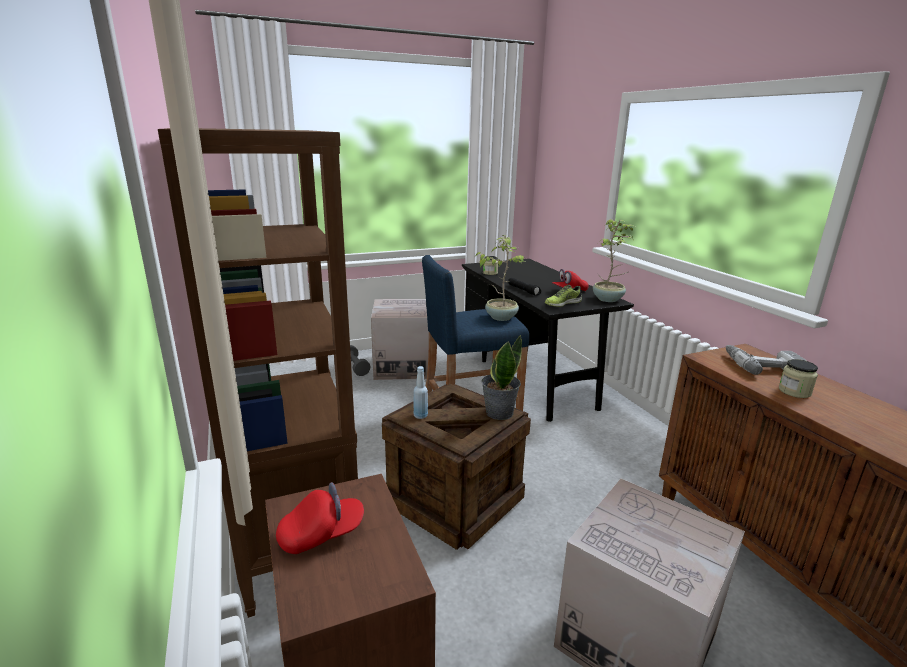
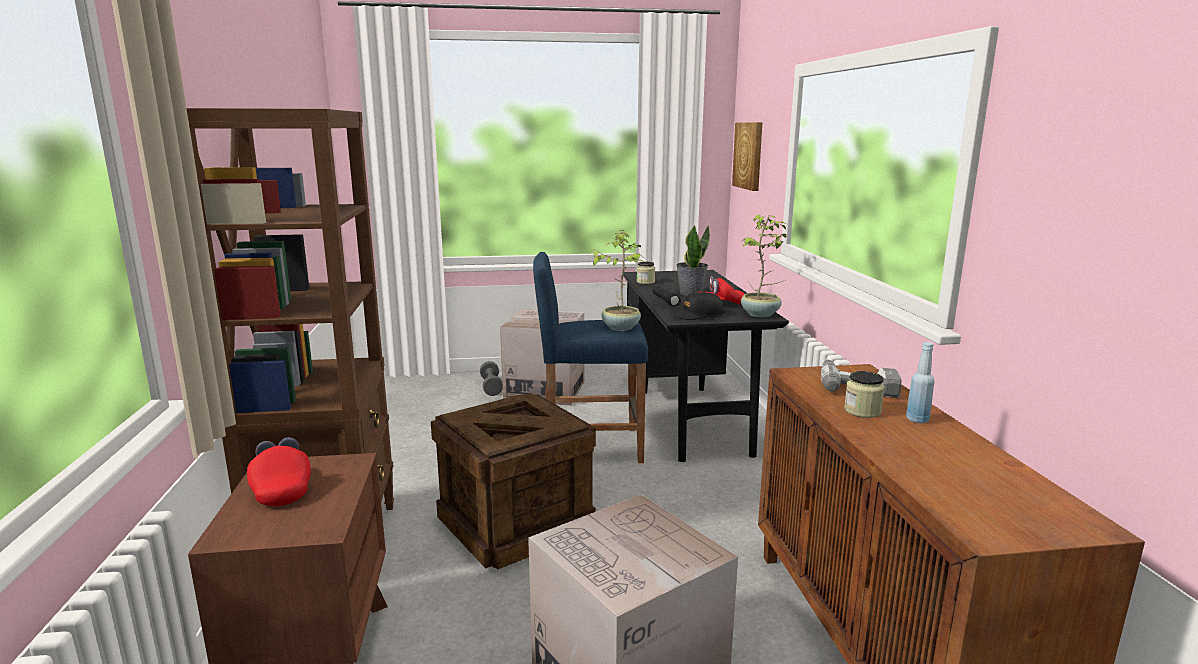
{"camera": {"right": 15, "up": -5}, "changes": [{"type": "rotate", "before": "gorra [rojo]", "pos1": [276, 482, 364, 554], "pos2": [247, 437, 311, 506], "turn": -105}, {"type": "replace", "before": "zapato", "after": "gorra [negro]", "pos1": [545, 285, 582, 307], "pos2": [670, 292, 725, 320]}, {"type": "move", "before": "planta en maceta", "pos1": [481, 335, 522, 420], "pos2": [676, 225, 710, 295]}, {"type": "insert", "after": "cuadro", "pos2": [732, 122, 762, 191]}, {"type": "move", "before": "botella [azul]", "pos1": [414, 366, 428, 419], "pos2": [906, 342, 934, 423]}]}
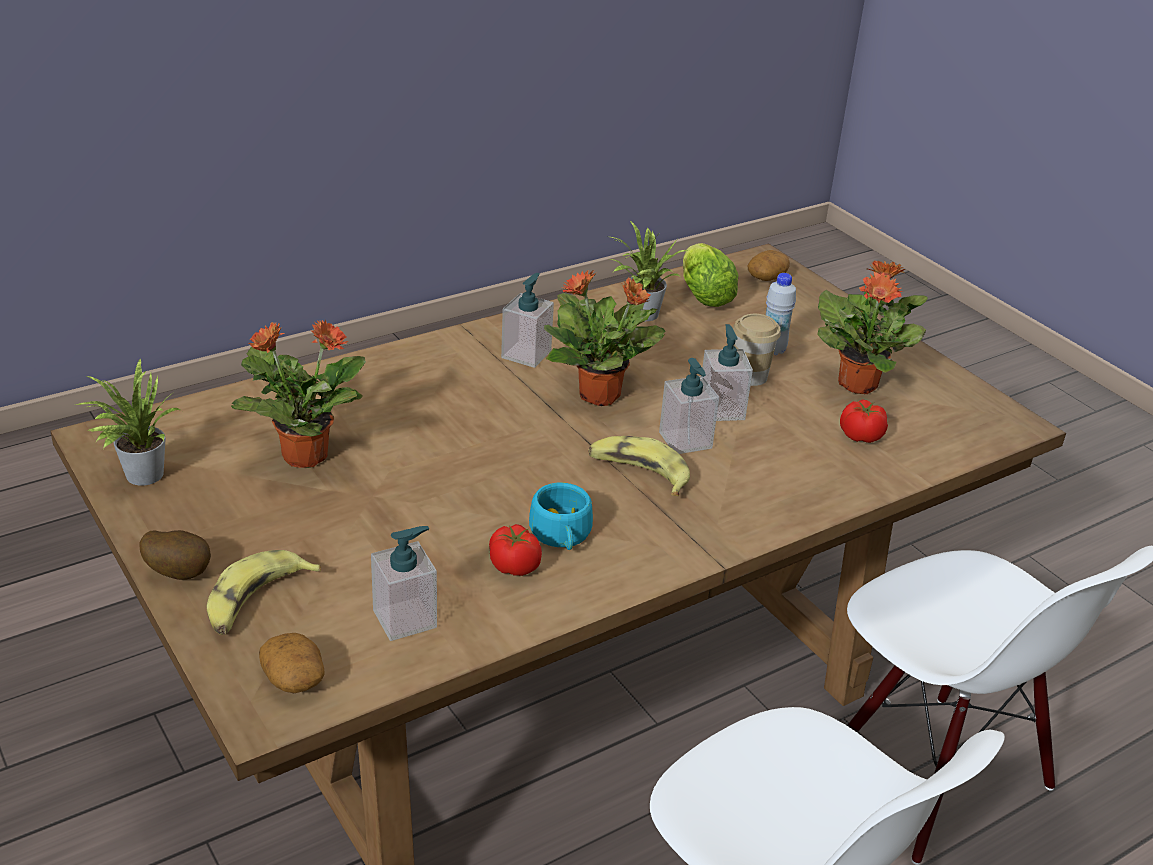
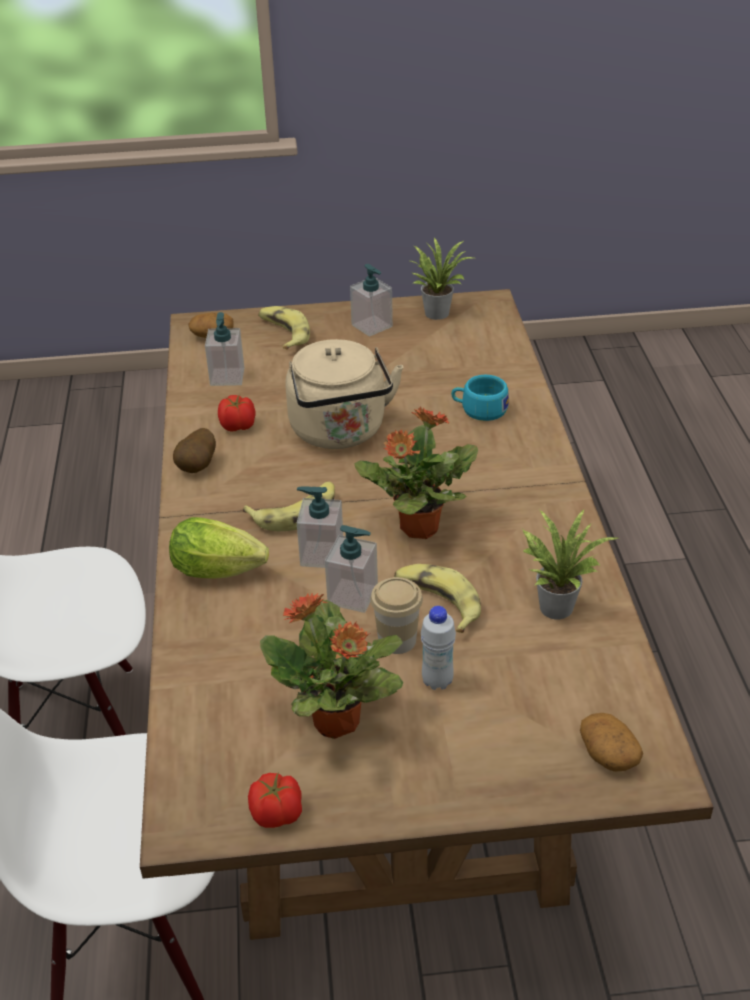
{"camera": {"right": 120, "up": 5}, "changes": [{"type": "move", "before": "lechuga", "pos1": [683, 243, 738, 307], "pos2": [169, 517, 269, 579]}, {"type": "move", "before": "patata", "pos1": [139, 530, 211, 580], "pos2": [173, 428, 216, 473]}, {"type": "move", "before": "tomate", "pos1": [840, 399, 888, 443], "pos2": [248, 772, 302, 828]}, {"type": "insert", "after": "hervidor [beis]", "pos2": [285, 339, 404, 449]}, {"type": "move", "before": "dispensador de jabón", "pos1": [501, 273, 554, 368], "pos2": [350, 264, 393, 337]}, {"type": "insert", "after": "plátano", "pos2": [394, 564, 481, 633]}, {"type": "move", "before": "taza [turquesa]", "pos1": [529, 483, 593, 550], "pos2": [451, 375, 509, 421]}, {"type": "delete", "before": "planta en maceta", "pos1": [231, 319, 366, 468]}]}
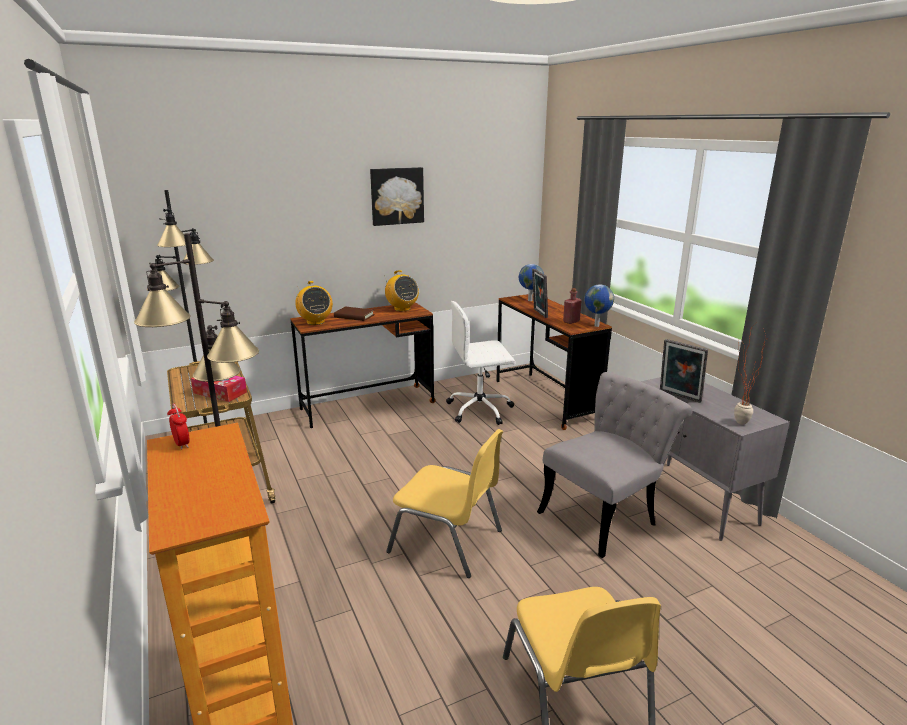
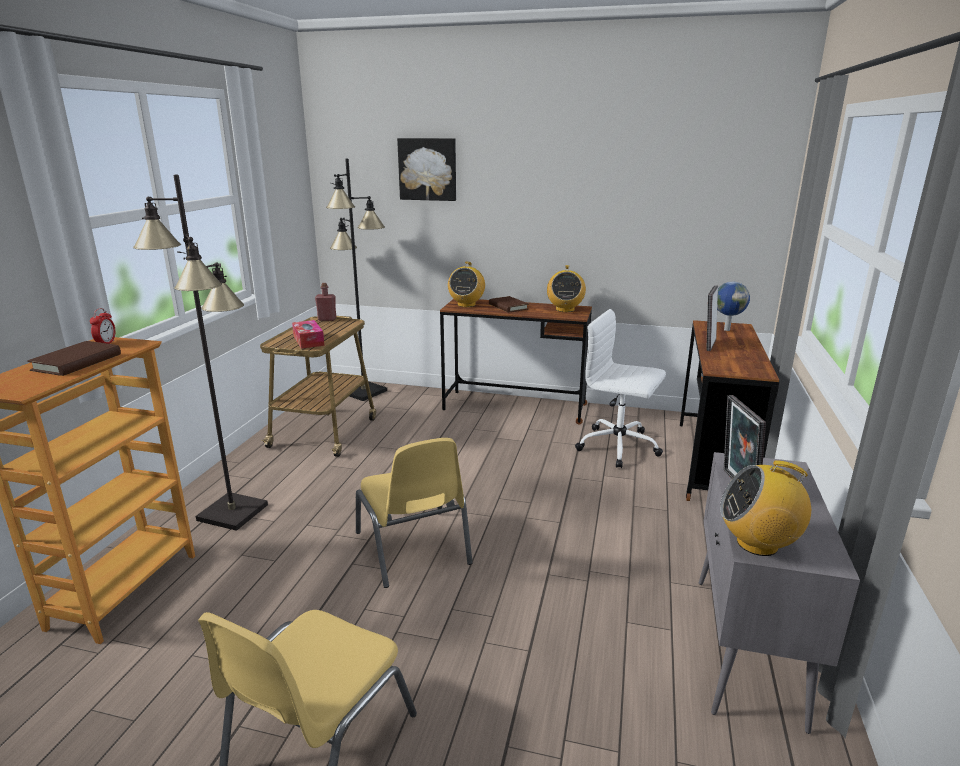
{"camera": {"right": 40, "up": 0}, "changes": [{"type": "insert", "after": "libro [marrón]", "pos2": [27, 341, 121, 376]}, {"type": "move", "before": "botella [rojo]", "pos1": [563, 288, 582, 324], "pos2": [315, 283, 336, 321]}, {"type": "move", "before": "cuadro", "pos1": [370, 167, 424, 226], "pos2": [397, 138, 456, 201]}, {"type": "replace", "before": "planta en maceta", "after": "radio", "pos1": [734, 325, 768, 425], "pos2": [720, 460, 811, 556]}, {"type": "delete", "before": "silla [gris]", "pos1": [537, 372, 693, 558]}, {"type": "delete", "before": "globo terráqueo", "pos1": [584, 284, 614, 327]}]}
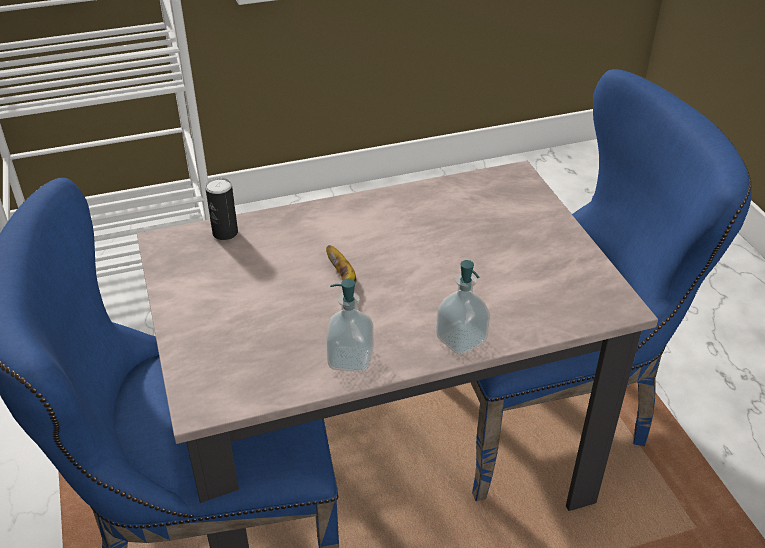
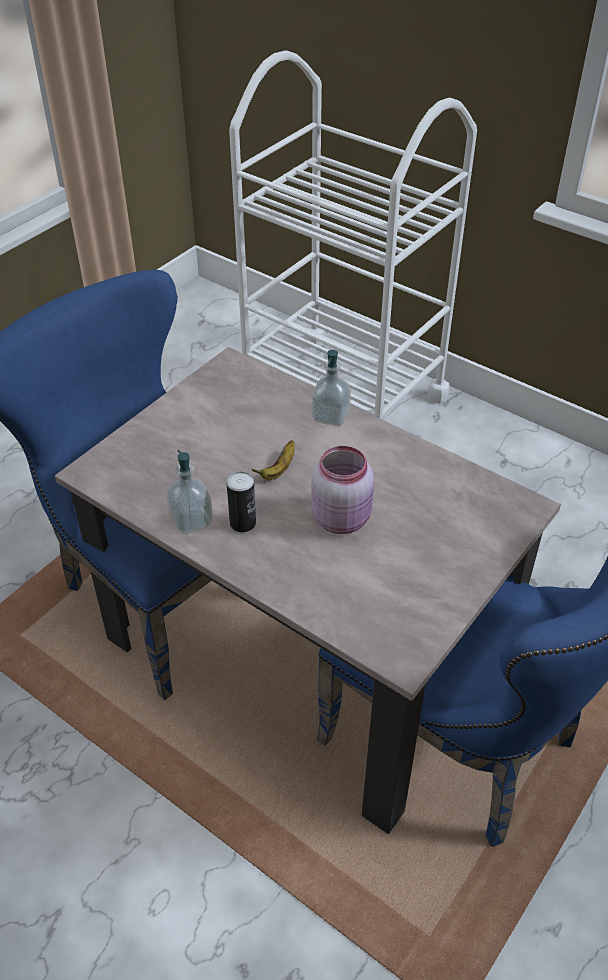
{"camera": {"right": 55, "up": 5}, "changes": [{"type": "move", "before": "lata", "pos1": [205, 178, 238, 240], "pos2": [226, 471, 256, 532]}, {"type": "insert", "after": "tarro [rosa]", "pos2": [311, 446, 374, 534]}, {"type": "move", "before": "dispensador de jabón", "pos1": [436, 260, 490, 355], "pos2": [312, 350, 351, 426]}]}
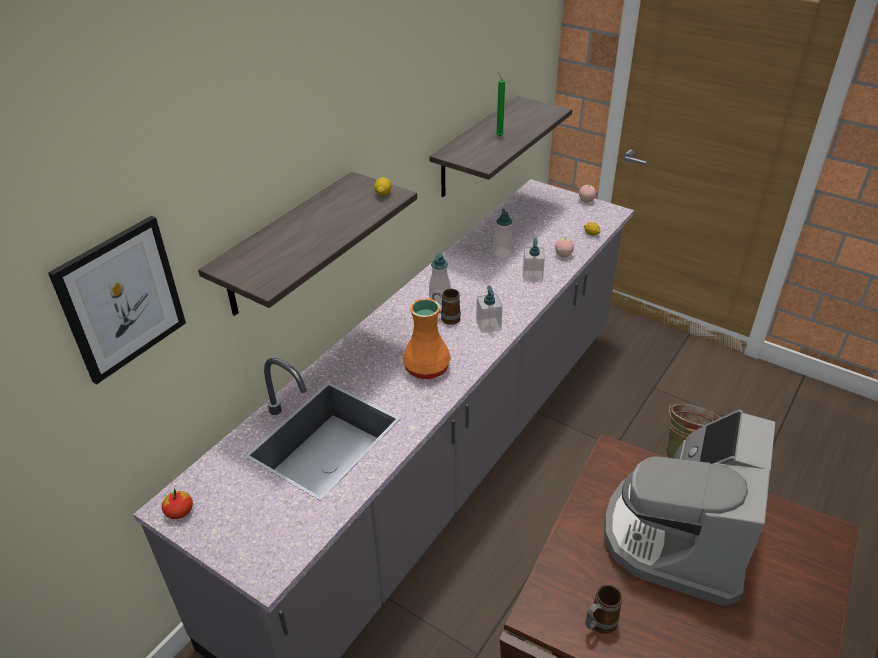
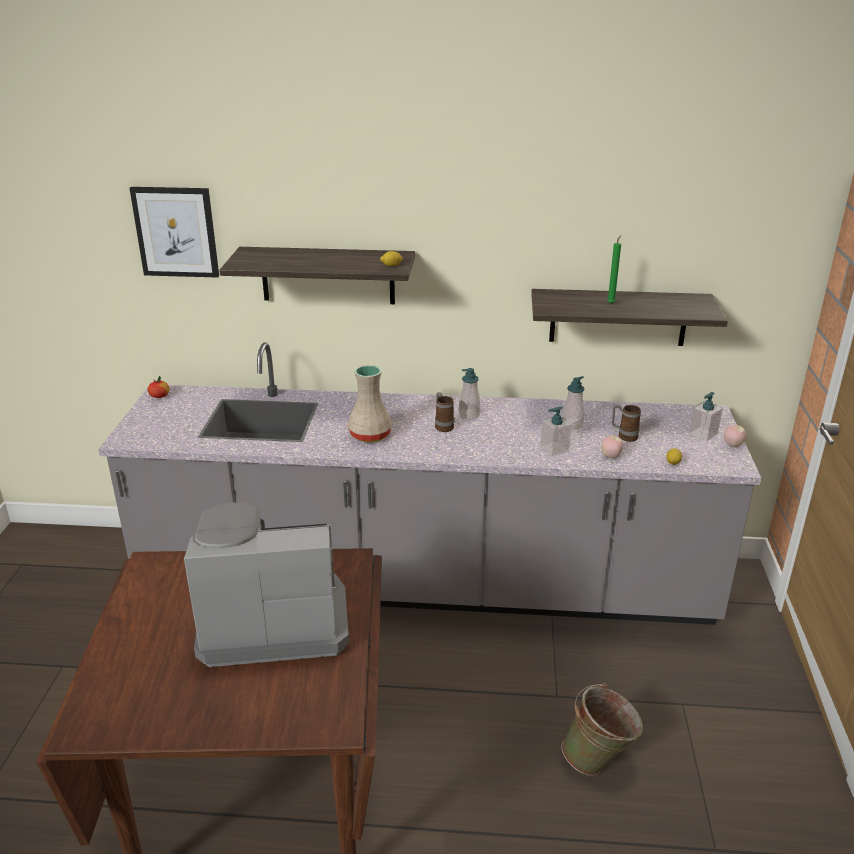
{"camera": {"right": 60, "up": -10}, "changes": [{"type": "recolor", "before": "florero [naranja]", "after": "florero [beis]", "pos1": [403, 298, 451, 379], "pos2": [347, 365, 392, 443]}, {"type": "move", "before": "taza grande", "pos1": [585, 585, 622, 634], "pos2": [612, 405, 641, 442]}, {"type": "move", "before": "dispensador de jabón", "pos1": [476, 286, 503, 333], "pos2": [689, 392, 723, 441]}]}
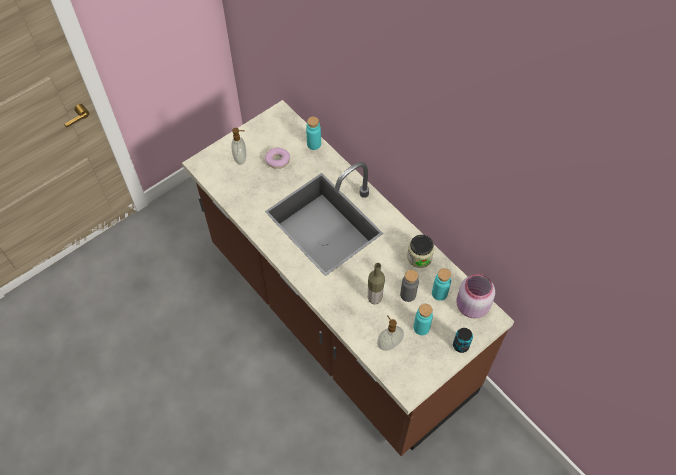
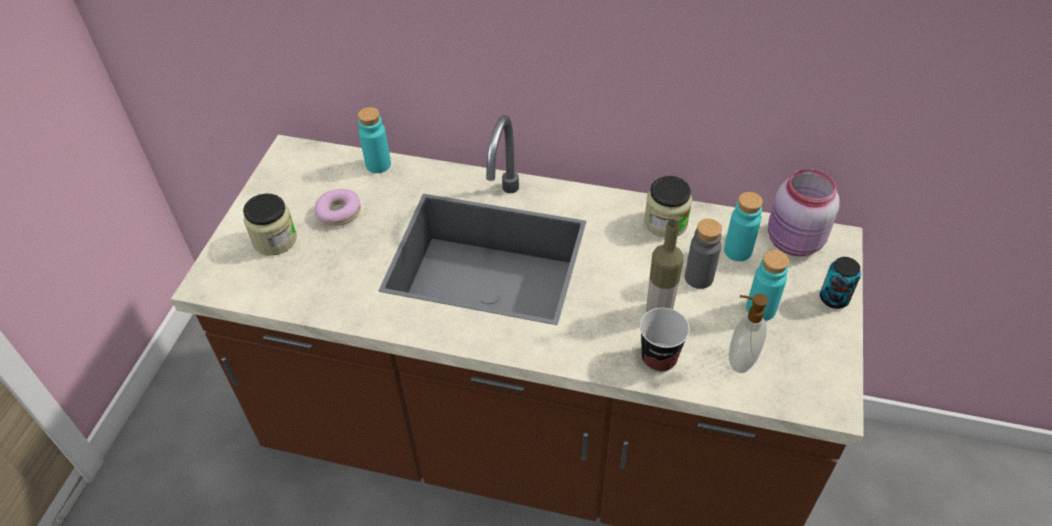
{"camera": {"right": -35, "up": -10}, "changes": [{"type": "replace", "before": "dispensador de jabón", "after": "tarro", "pos1": [231, 128, 246, 165], "pos2": [243, 193, 297, 255]}, {"type": "insert", "after": "taza", "pos2": [640, 308, 690, 372]}]}
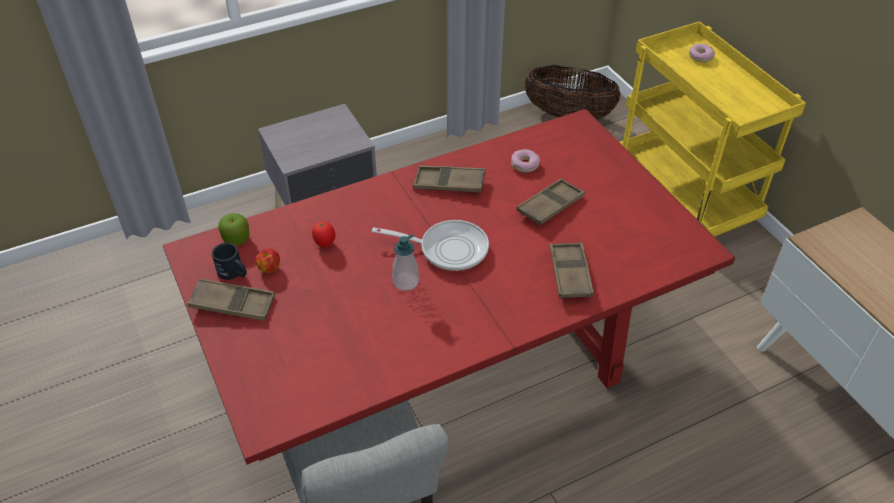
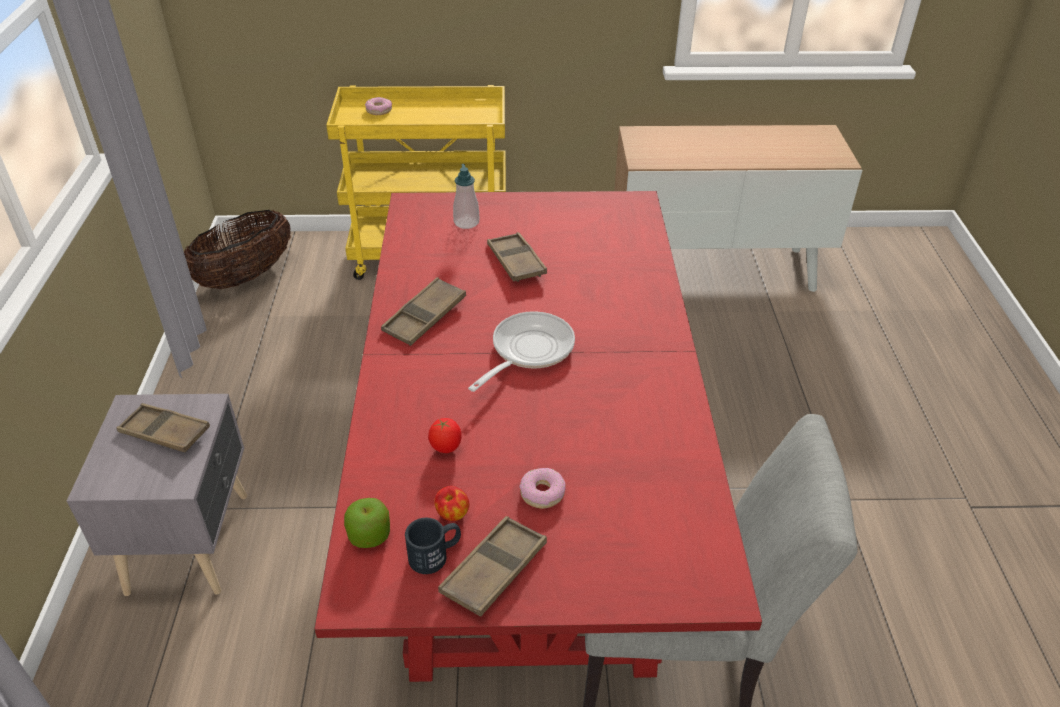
{"camera": {"right": -65, "up": -5}, "changes": [{"type": "move", "before": "bandeja [marrón]", "pos1": [550, 242, 594, 298], "pos2": [116, 403, 210, 452]}, {"type": "move", "before": "dispensador de jabón", "pos1": [393, 234, 419, 291], "pos2": [453, 164, 479, 229]}, {"type": "move", "before": "rosquilla", "pos1": [511, 149, 540, 172], "pos2": [519, 468, 565, 509]}]}
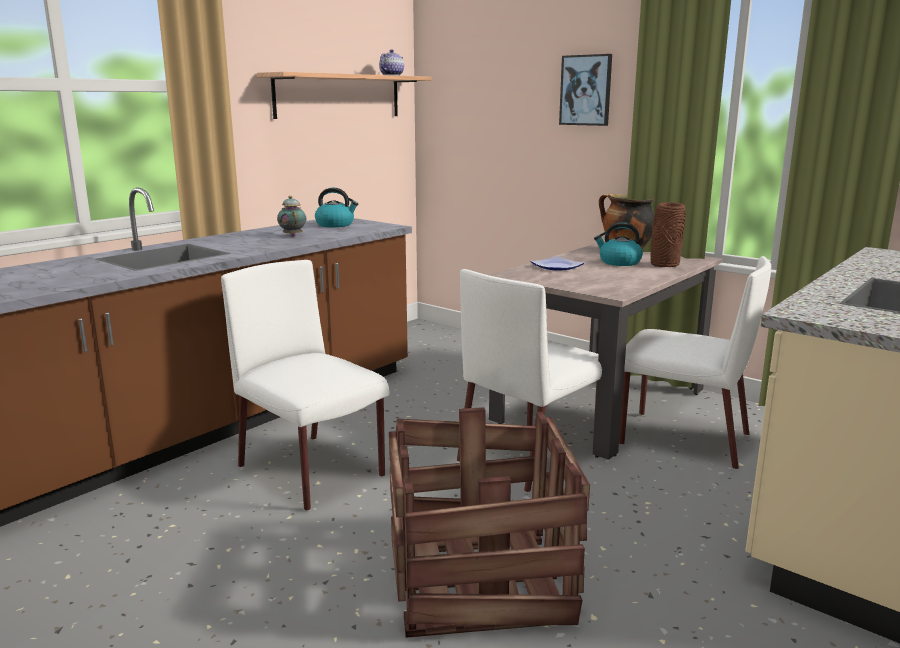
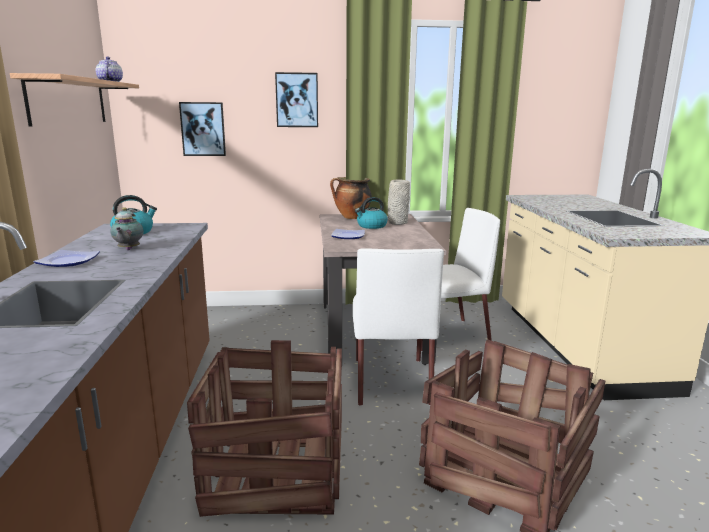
{"camera": {"right": -45, "up": 0}, "changes": [{"type": "insert", "after": "plato", "pos2": [33, 250, 100, 267]}, {"type": "rotate", "before": "tetera", "pos1": [277, 196, 306, 237], "pos2": [111, 207, 143, 250], "turn": -120}, {"type": "insert", "after": "cuadro", "pos2": [179, 102, 226, 156]}, {"type": "replace", "before": "silla [blanco]", "after": "caja de embalaje", "pos1": [221, 260, 389, 511], "pos2": [187, 340, 342, 517]}, {"type": "recolor", "before": "florero [marrón]", "after": "florero [gris]", "pos1": [651, 202, 686, 267], "pos2": [388, 179, 410, 225]}]}
